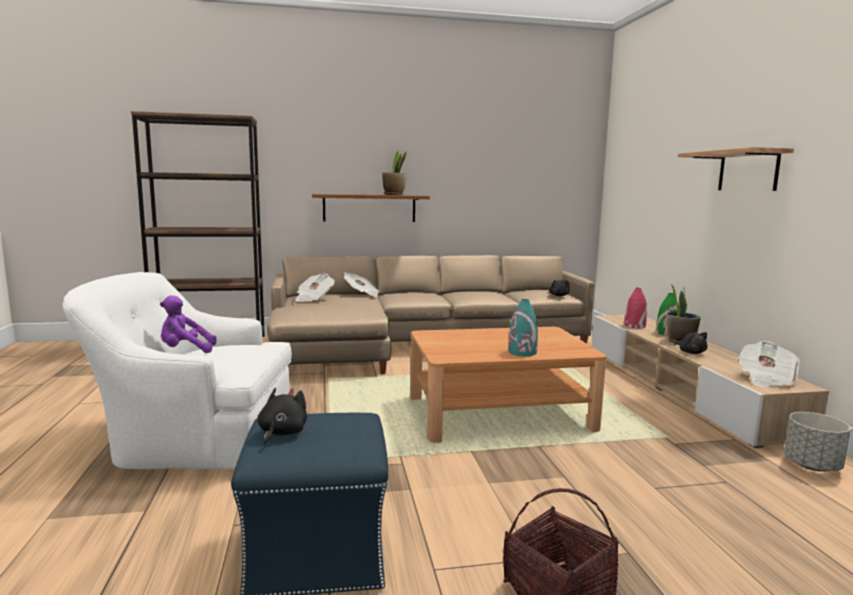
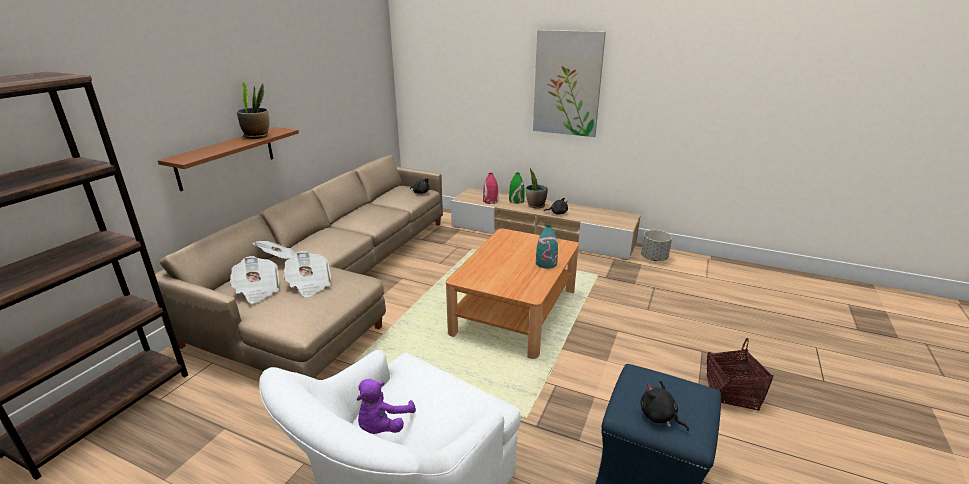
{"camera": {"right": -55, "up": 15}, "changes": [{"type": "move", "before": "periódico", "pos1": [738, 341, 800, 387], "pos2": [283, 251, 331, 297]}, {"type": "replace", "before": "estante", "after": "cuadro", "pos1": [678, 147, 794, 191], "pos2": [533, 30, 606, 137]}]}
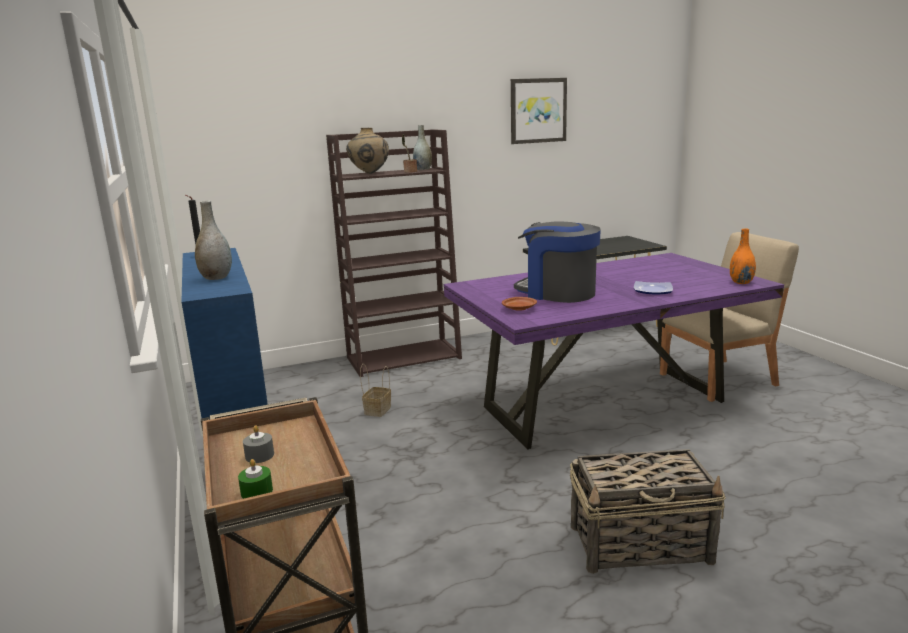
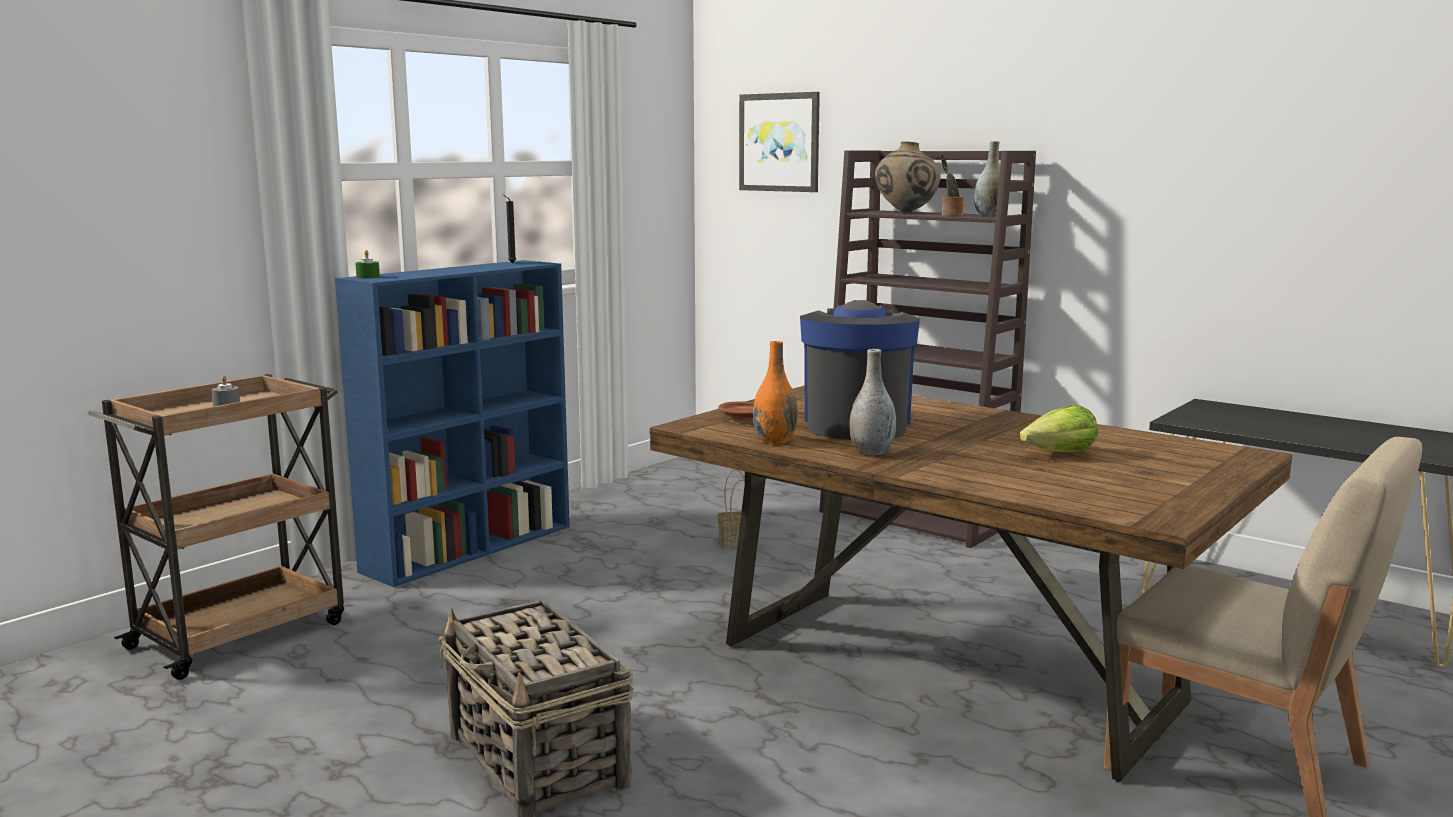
{"camera": {"right": 60, "up": -5}, "changes": [{"type": "move", "before": "vela [verde]", "pos1": [238, 459, 273, 499], "pos2": [355, 250, 380, 279]}, {"type": "recolor", "before": "mesa de comedor [morado]", "after": "mesa de comedor [marrón]", "pos1": [444, 253, 784, 450], "pos2": [650, 385, 1293, 782]}, {"type": "move", "before": "cuadro", "pos1": [511, 78, 567, 144], "pos2": [739, 92, 820, 192]}, {"type": "move", "before": "florero [naranja]", "pos1": [730, 228, 756, 284], "pos2": [753, 341, 798, 444]}, {"type": "move", "before": "florero [gris]", "pos1": [195, 200, 232, 280], "pos2": [849, 349, 896, 455]}, {"type": "insert", "after": "lechuga", "pos2": [1020, 405, 1098, 452]}, {"type": "delete", "before": "plato", "pos1": [634, 281, 673, 294]}]}
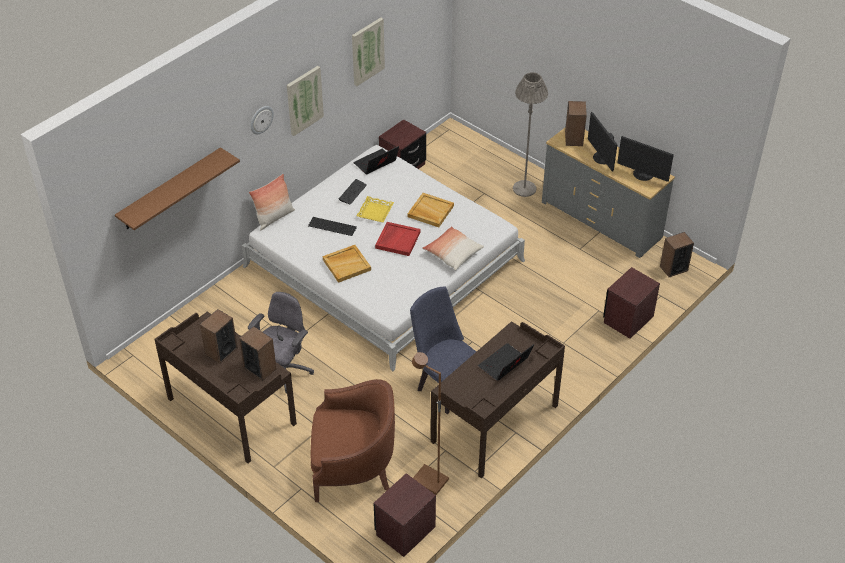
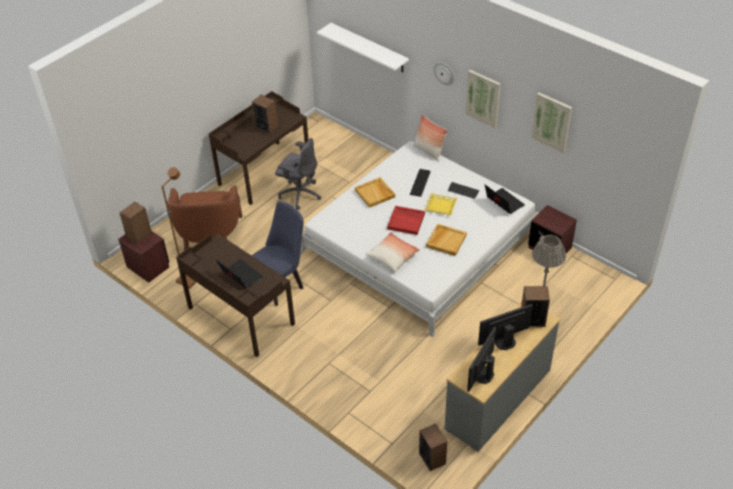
{"camera": {"right": 90, "up": 0}, "changes": [{"type": "move", "before": "altavoz", "pos1": [239, 326, 277, 381], "pos2": [119, 202, 152, 244]}, {"type": "recolor", "before": "estante [marrón]", "after": "estante [blanco]", "pos1": [115, 147, 240, 230], "pos2": [317, 23, 409, 73]}, {"type": "delete", "before": "mesita de noche [marrón]", "pos1": [603, 267, 660, 339]}]}
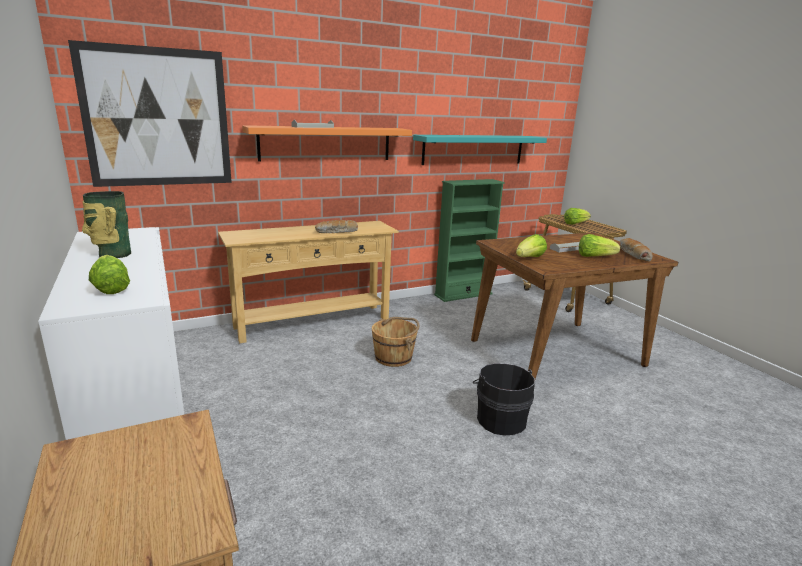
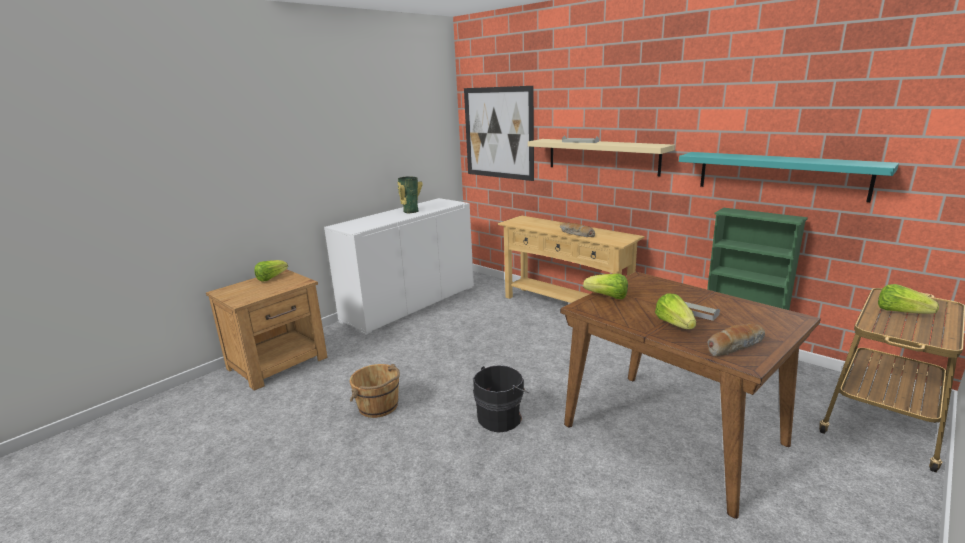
{"camera": {"right": 70, "up": 0}, "changes": [{"type": "move", "before": "lechuga", "pos1": [89, 255, 130, 294], "pos2": [254, 260, 288, 282]}, {"type": "move", "before": "cubo [marrón]", "pos1": [372, 317, 419, 367], "pos2": [350, 364, 400, 418]}, {"type": "recolor", "before": "estante [naranja]", "after": "estante [beis]", "pos1": [242, 125, 412, 162], "pos2": [528, 139, 675, 176]}]}
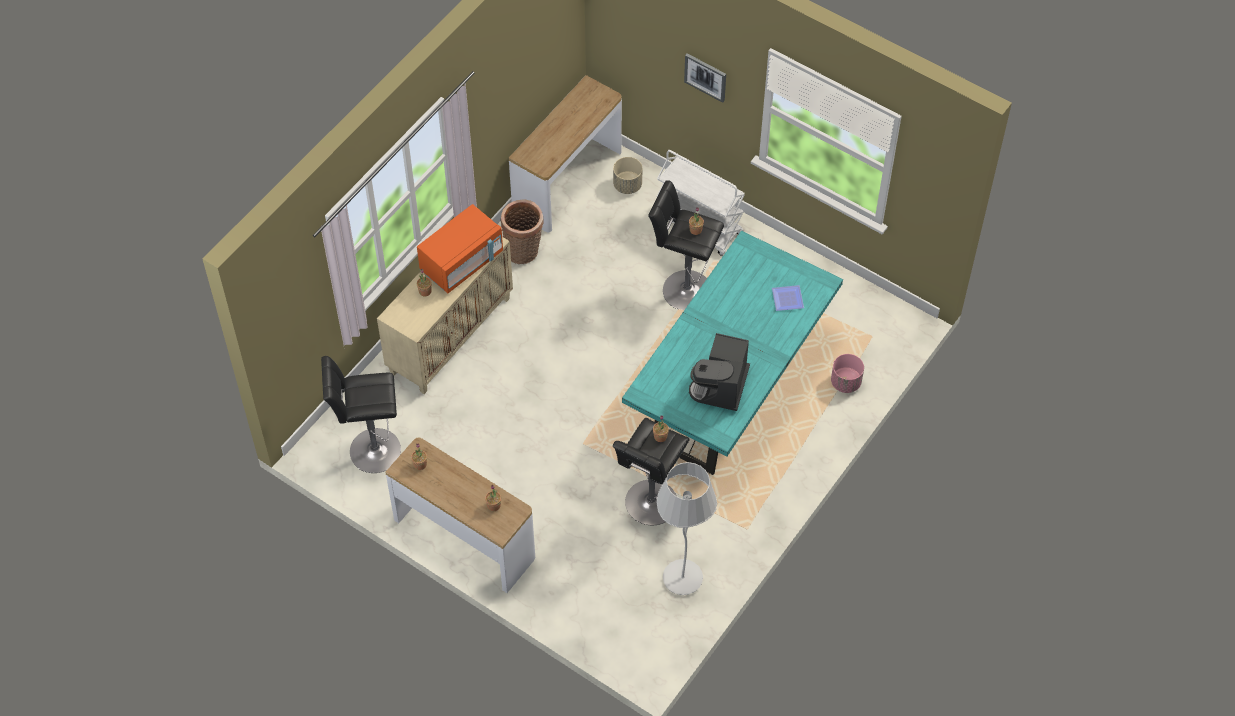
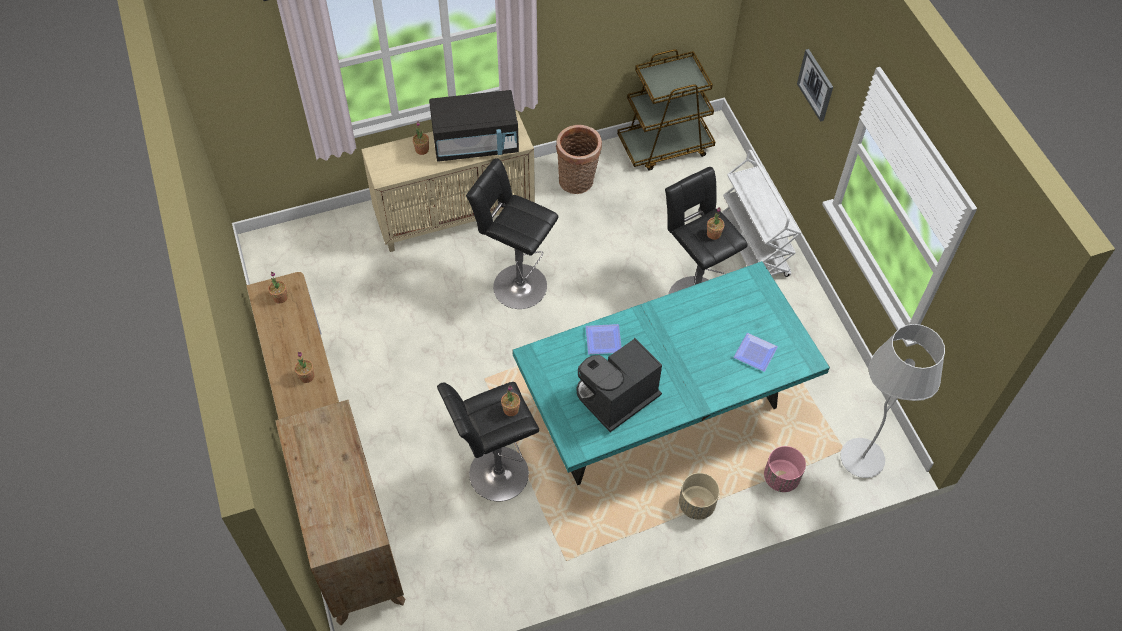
{"camera": {"right": 35, "up": 0}, "changes": [{"type": "insert", "after": "cómoda [marrón]", "pos2": [275, 400, 405, 626]}, {"type": "recolor", "before": "microondas [naranja]", "after": "microondas [negro]", "pos1": [417, 204, 503, 293], "pos2": [429, 90, 519, 162]}, {"type": "move", "before": "taburete [negro]", "pos1": [321, 356, 401, 473], "pos2": [466, 158, 558, 309]}, {"type": "insert", "after": "plato", "pos2": [586, 324, 622, 354]}, {"type": "replace", "before": "mesa consola", "after": "carrito [marrón]", "pos1": [509, 75, 622, 232], "pos2": [617, 49, 715, 171]}, {"type": "move", "before": "maceta [beis]", "pos1": [613, 157, 642, 194], "pos2": [679, 473, 719, 520]}, {"type": "move", "before": "lámpara de pie [blanco]", "pos1": [657, 462, 717, 595], "pos2": [840, 324, 945, 478]}]}
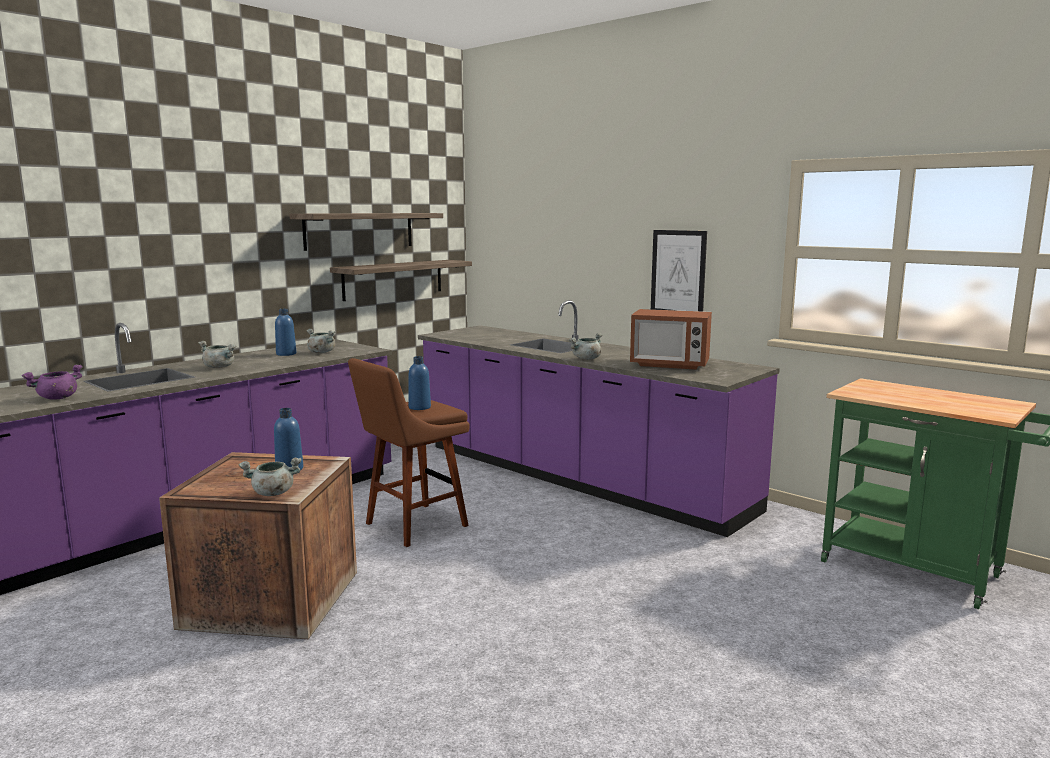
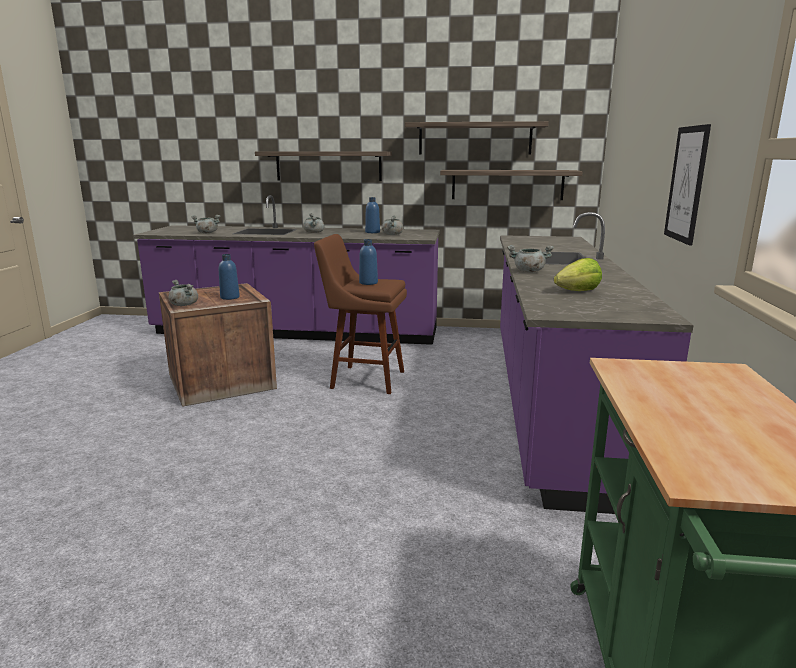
{"camera": {"right": 55, "up": 5}, "changes": [{"type": "recolor", "before": "olla [morado]", "after": "olla [gris]", "pos1": [22, 365, 83, 400], "pos2": [191, 215, 220, 233]}, {"type": "insert", "after": "estante", "pos2": [255, 151, 392, 181]}, {"type": "replace", "before": "microondas", "after": "lechuga", "pos1": [630, 309, 712, 370], "pos2": [554, 258, 602, 291]}]}
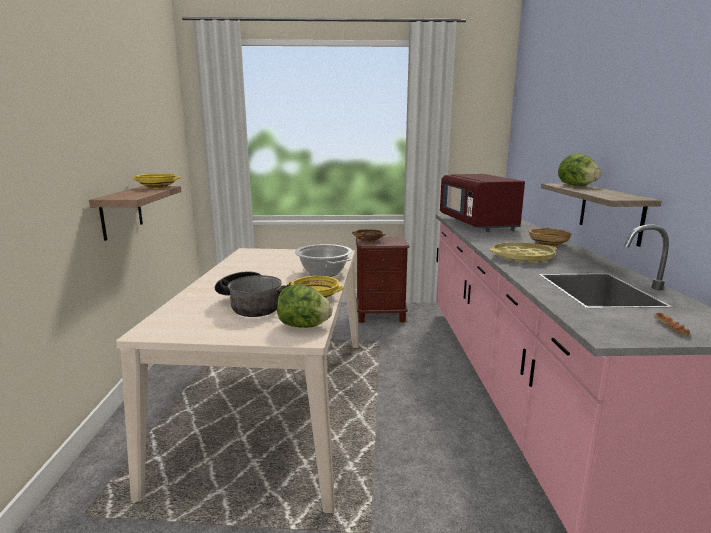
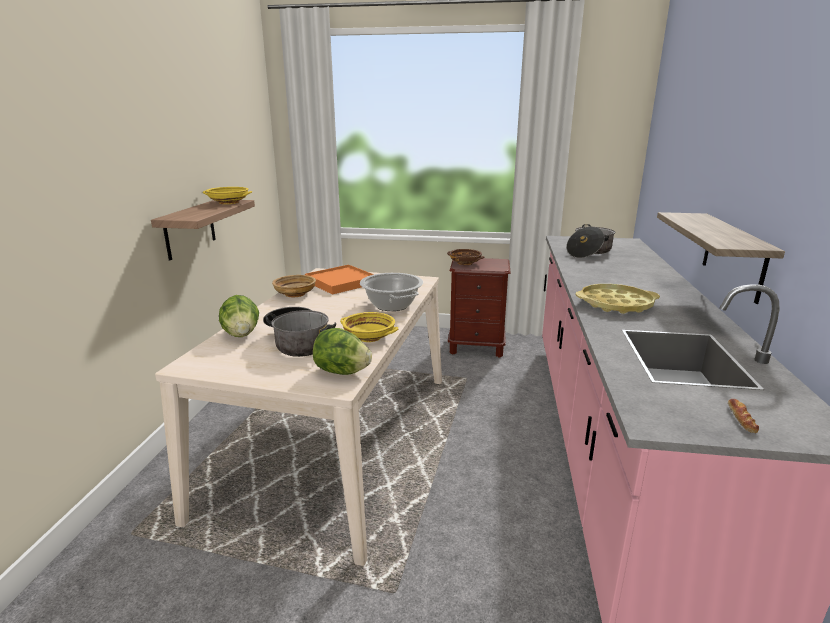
{"camera": {"right": 10, "up": 5}, "changes": [{"type": "move", "before": "lechuga", "pos1": [558, 153, 601, 186], "pos2": [219, 295, 259, 337]}, {"type": "move", "before": "cuenco [beis]", "pos1": [529, 228, 572, 247], "pos2": [272, 275, 316, 297]}, {"type": "insert", "after": "bandeja [naranja]", "pos2": [305, 265, 374, 295]}, {"type": "replace", "before": "microondas [rojo]", "after": "olla", "pos1": [440, 174, 525, 232], "pos2": [566, 224, 615, 258]}]}
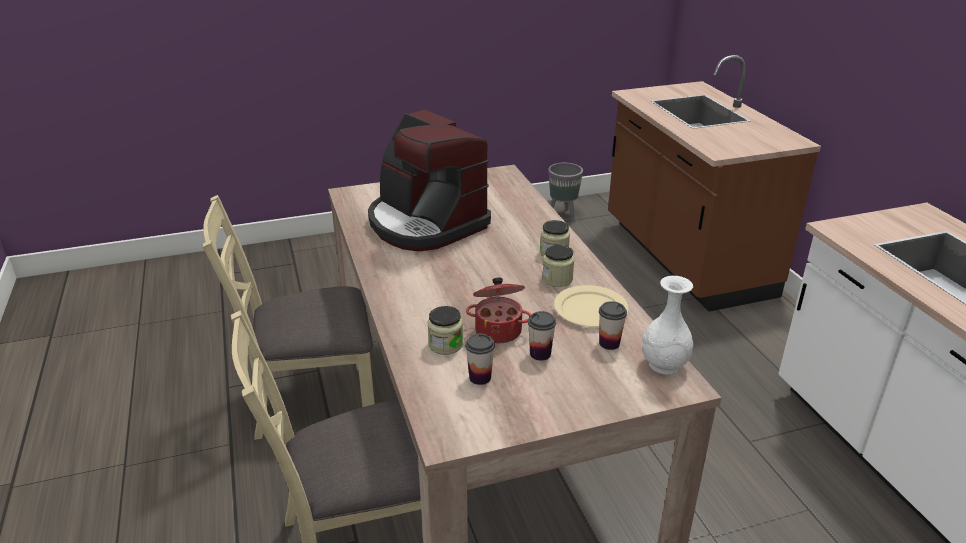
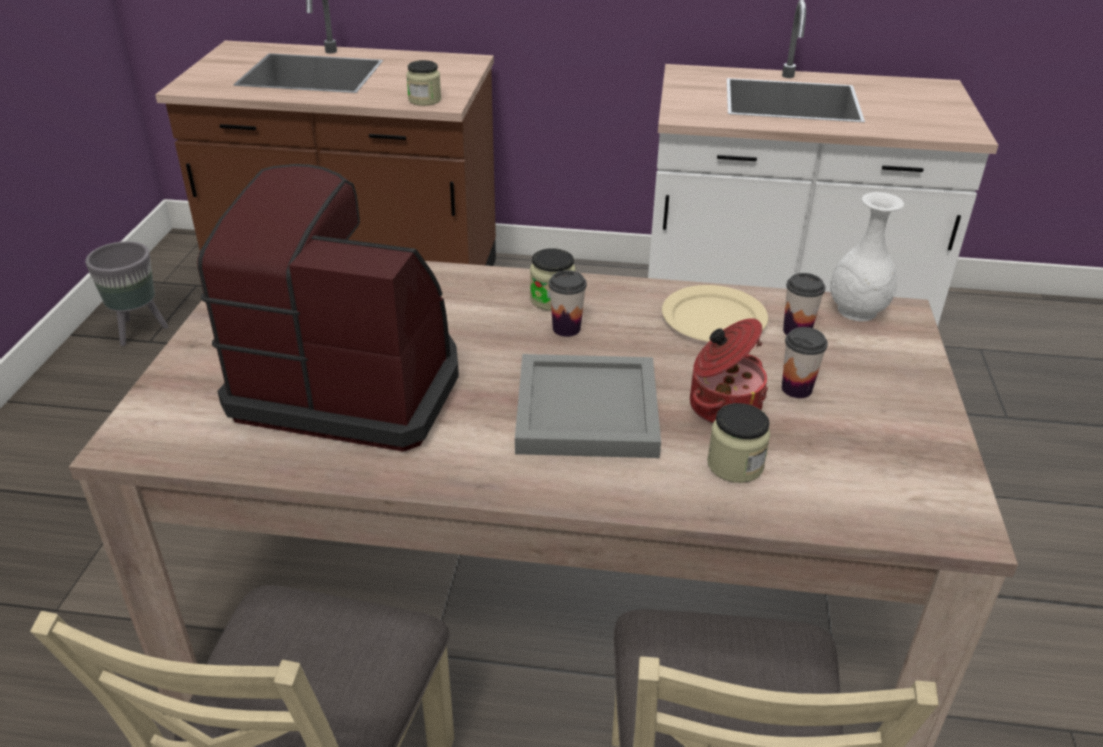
{"camera": {"right": -65, "up": 5}, "changes": [{"type": "rotate", "before": "cafetera", "pos1": [368, 110, 491, 252], "pos2": [197, 164, 459, 452], "turn": -150}, {"type": "move", "before": "tarro", "pos1": [542, 245, 574, 287], "pos2": [406, 60, 441, 106]}, {"type": "insert", "after": "bandeja [gris]", "pos2": [515, 354, 661, 458]}, {"type": "move", "before": "taza", "pos1": [465, 333, 495, 385], "pos2": [549, 270, 587, 337]}]}
